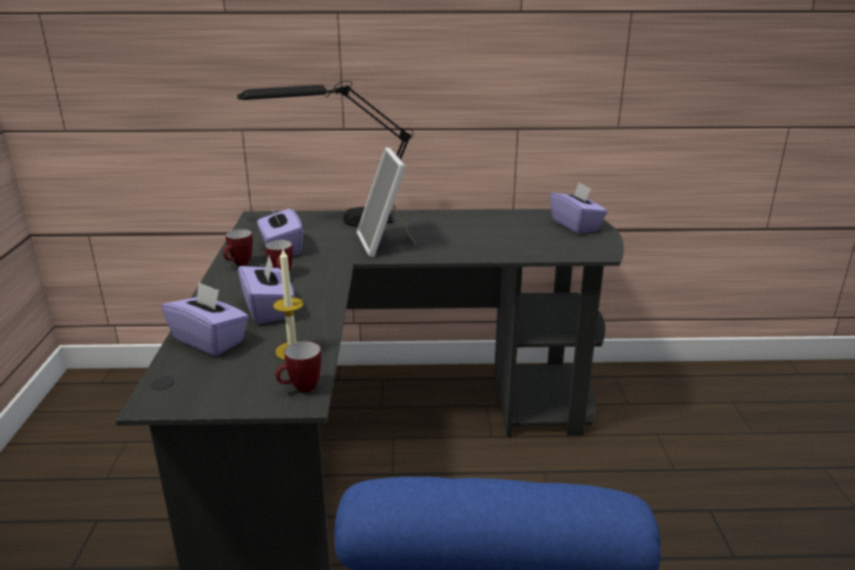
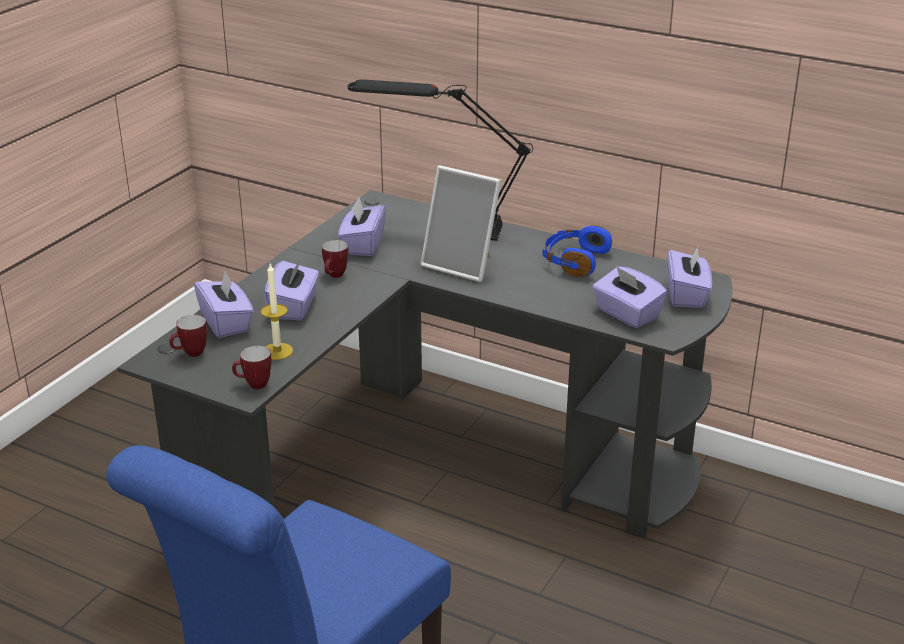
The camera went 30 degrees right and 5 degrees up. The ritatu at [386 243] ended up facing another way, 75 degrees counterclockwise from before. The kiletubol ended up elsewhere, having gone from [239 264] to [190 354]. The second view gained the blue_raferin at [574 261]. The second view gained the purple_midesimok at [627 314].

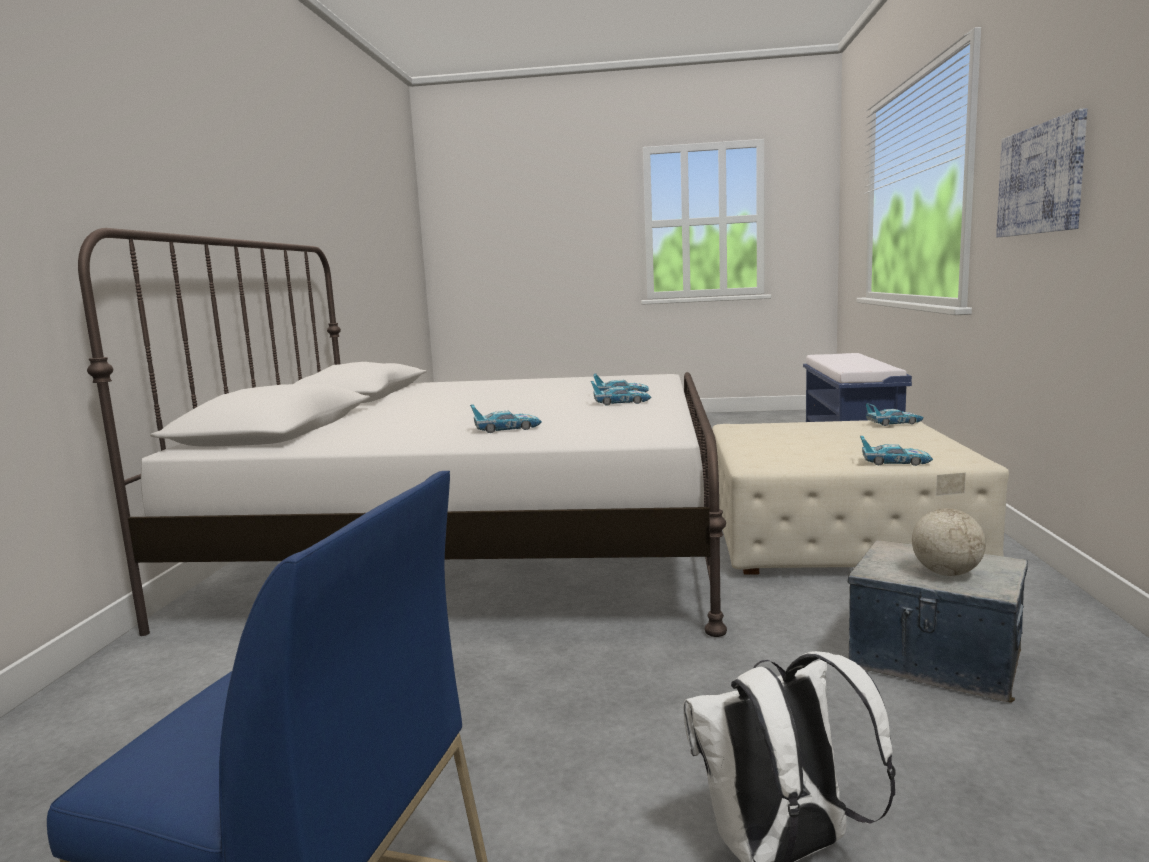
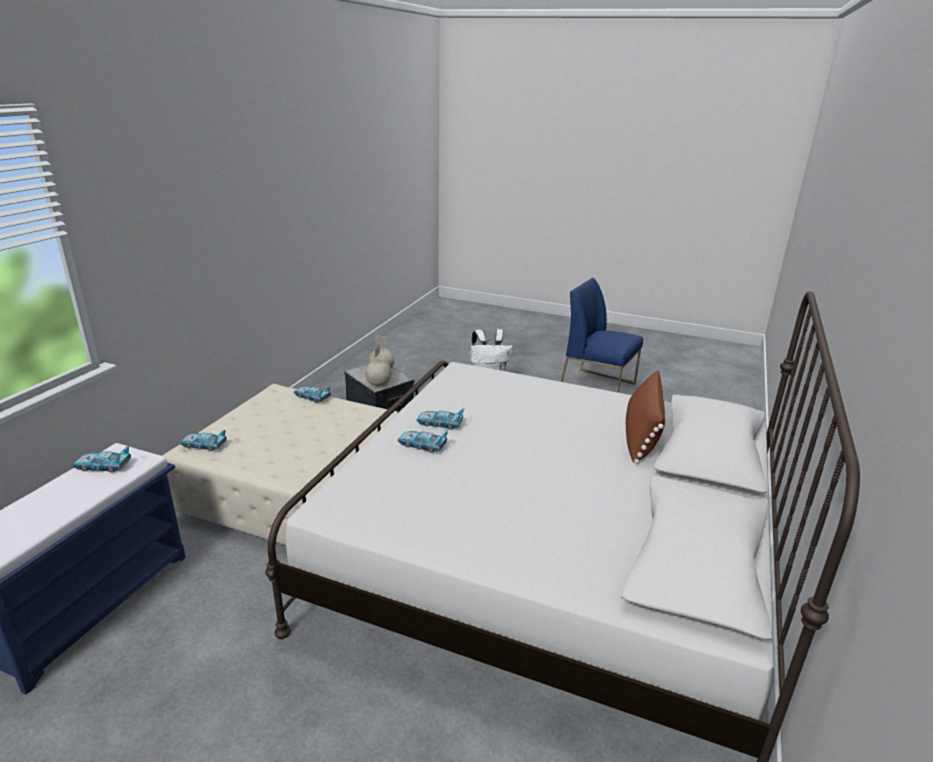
The camera went 165 degrees left and 15 degrees up. The second view lost the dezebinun at [1041 179]. The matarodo ended up elsewhere, having gone from [507 429] to [103 466]. The second view gained the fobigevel at [378 384]. The second view gained the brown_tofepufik at [641 435].

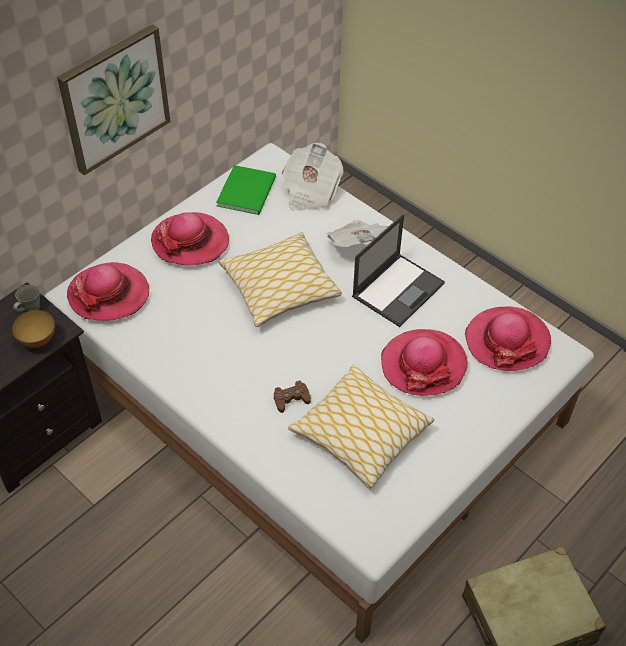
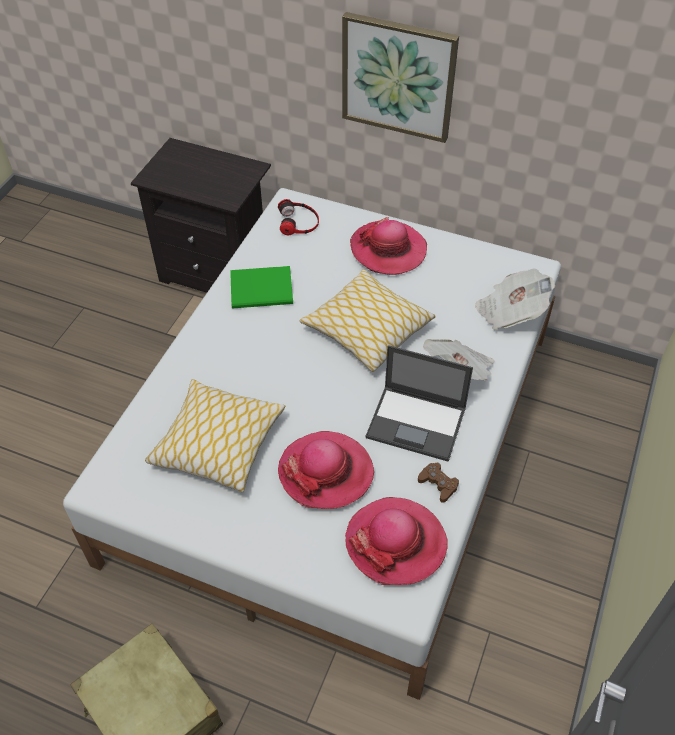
The camera went 70 degrees right and 0 degrees up. The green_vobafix ended up elsewhere, having gone from [248 190] to [263 290]. Where the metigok stood at [109 294], the raferin came to stand at [299 222]. The second view lost the grey_kiletubol at [30 308]. The second view lost the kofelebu at [38 340]. The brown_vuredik ended up elsewhere, having gone from [291 399] to [438 484].

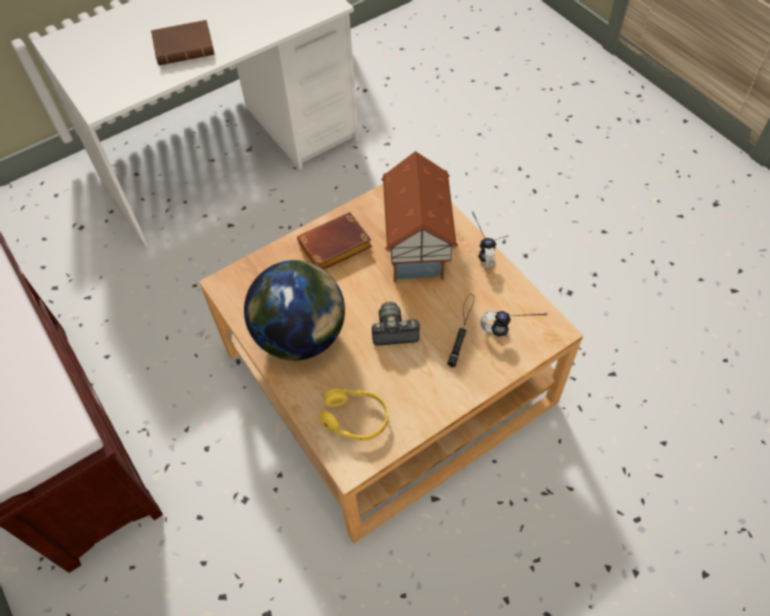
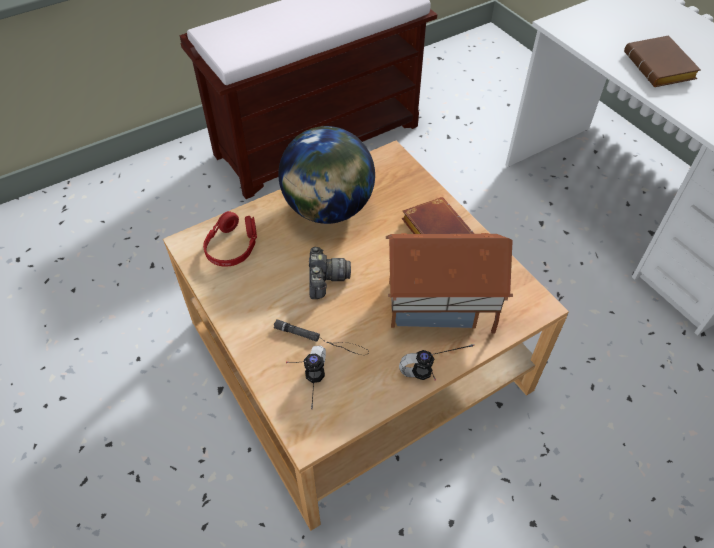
The camera went 90 degrees right and 5 degrees down. What was the yellow_raferin at [354 419] turned into the red_raferin at [232 246].

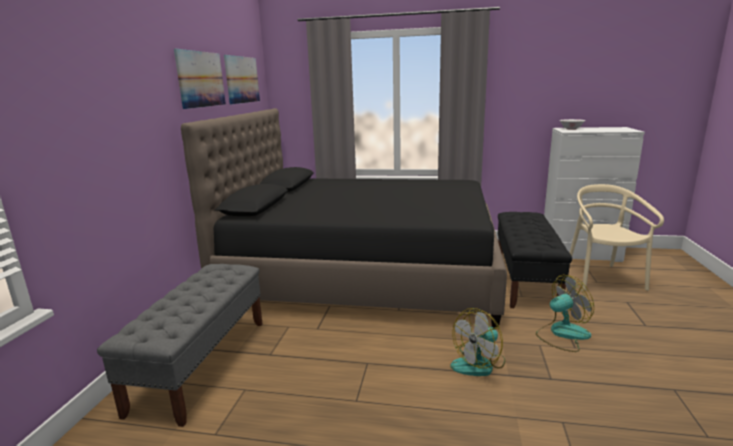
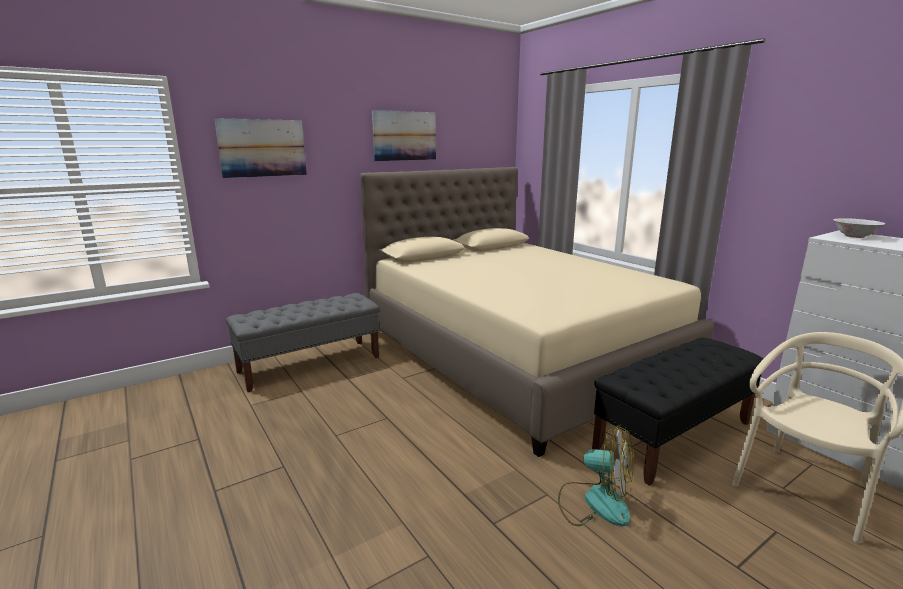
The camera went 45 degrees right and 0 degrees up. The dezebinun ended up elsewhere, having gone from [242 79] to [262 148]. What was the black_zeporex at [365 272] turned into the beige_zeporex at [518 354]. The second view lost the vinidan at [479 363].

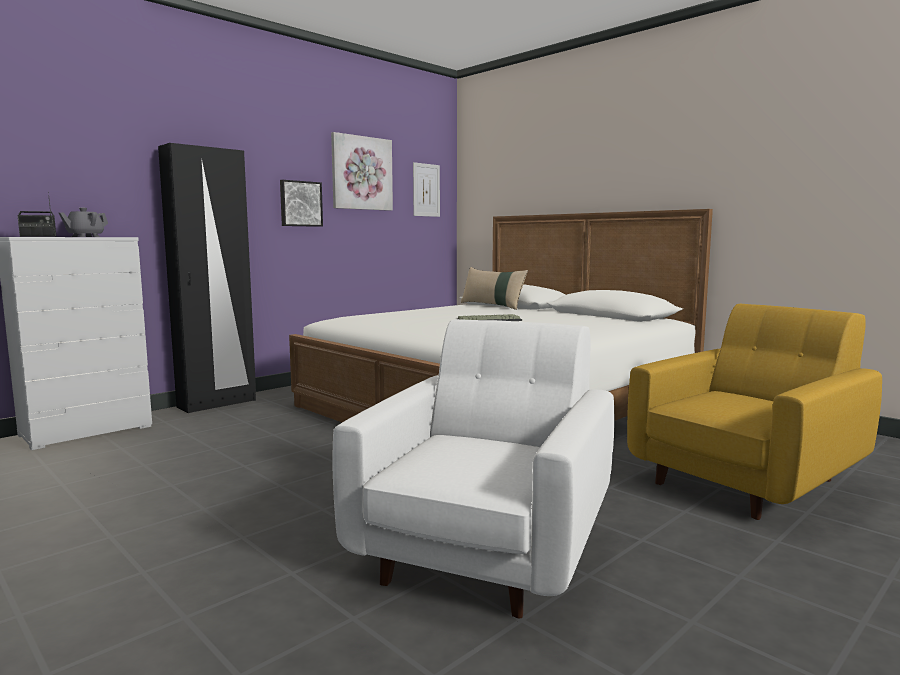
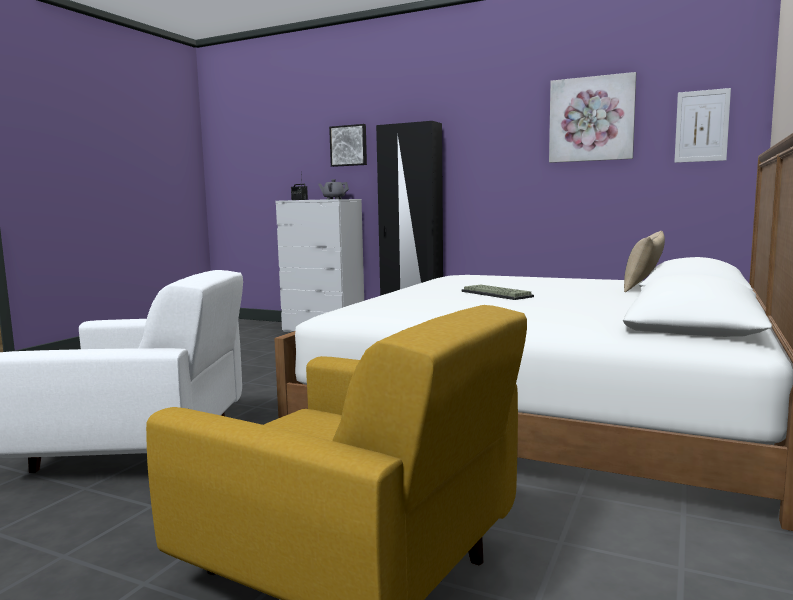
The camera went 70 degrees right and 0 degrees up. The dezebinun ended up elsewhere, having gone from [300 203] to [349 145].

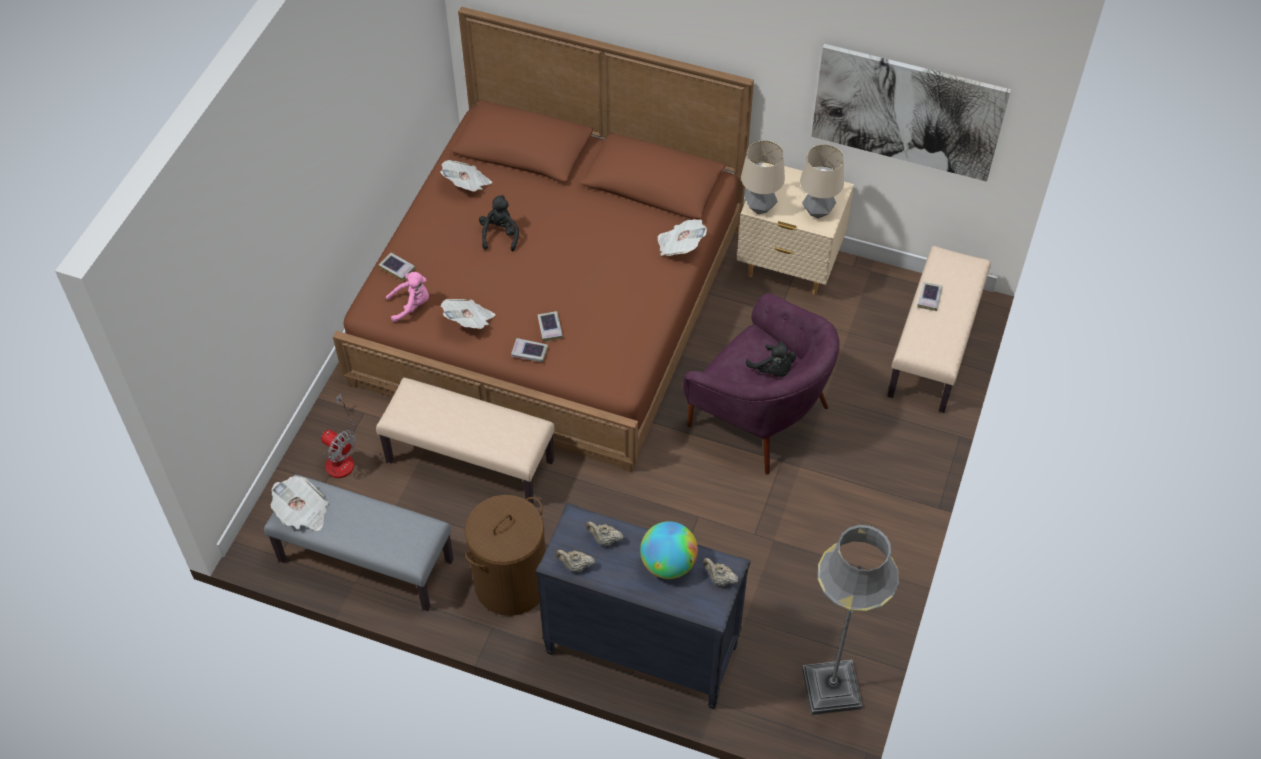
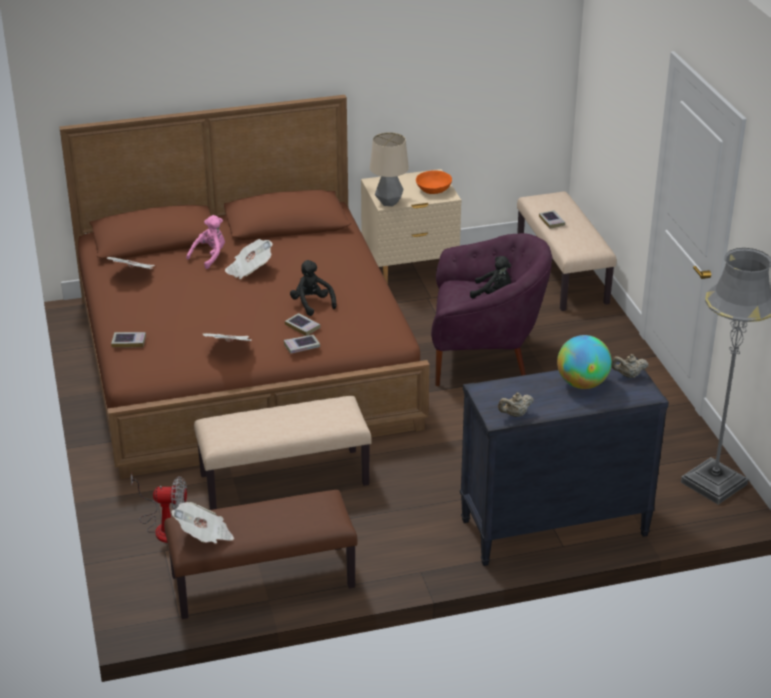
The camera went 35 degrees left and 20 degrees down. The second view lost the dezebinun at [907 111]. Where the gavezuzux stood at [817 211], the orange_kofelebu came to stand at [433 190]. The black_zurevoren ended up elsewhere, having gone from [500 235] to [312 304]. The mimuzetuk ended up elsewhere, having gone from [680 246] to [249 270]. The pink_zurevoren ended up elsewhere, having gone from [411 305] to [210 256]. What was the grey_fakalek at [365 561] turned into the brown_fakalek at [262 583]. The second view lost the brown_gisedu at [511 583]. The second view lost the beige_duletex at [604 539].

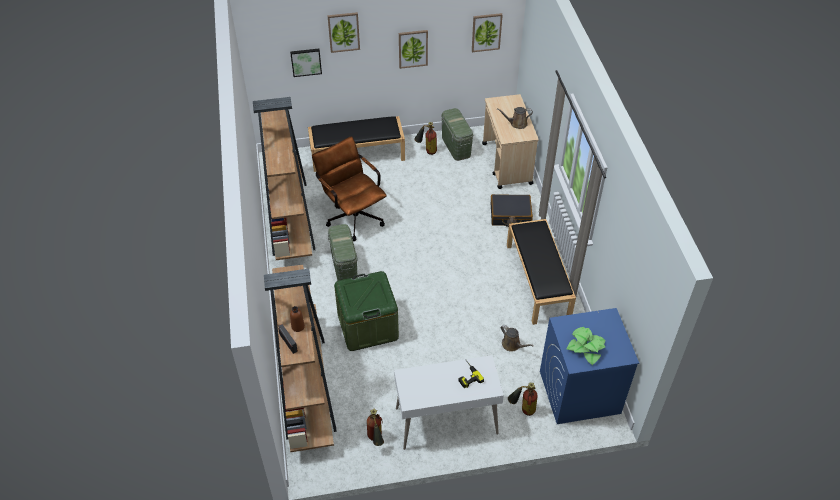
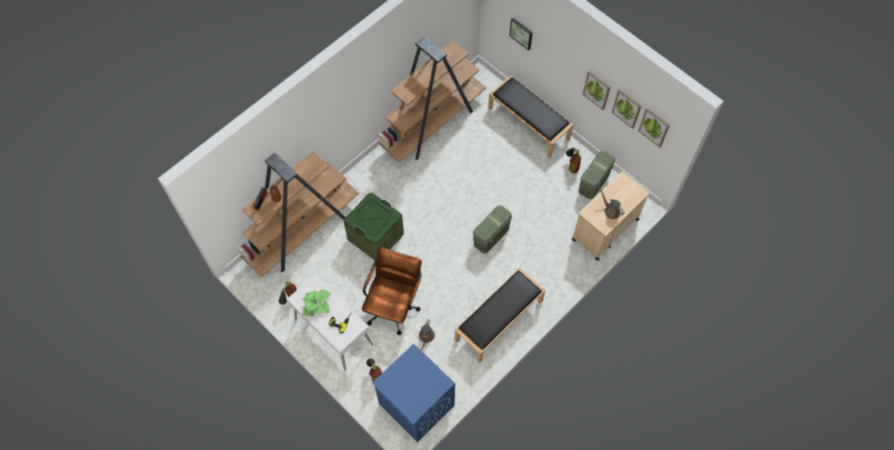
The camera went 55 degrees right and 15 degrees up. The dezebinun ended up elsewhere, having gone from [343 32] to [627 108]. The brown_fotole ended up elsewhere, having gone from [352 215] to [394 305]. The second view lost the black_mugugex at [510 215]. The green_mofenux ended up elsewhere, having gone from [344 266] to [491 236]. The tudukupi ended up elsewhere, having gone from [586 347] to [316 304].

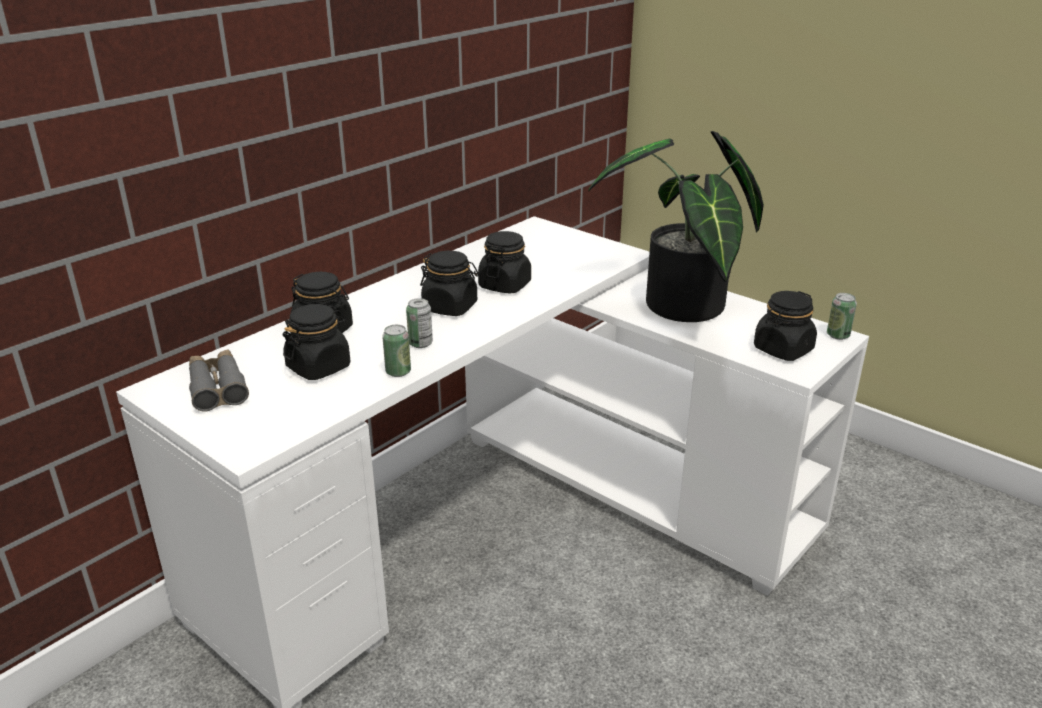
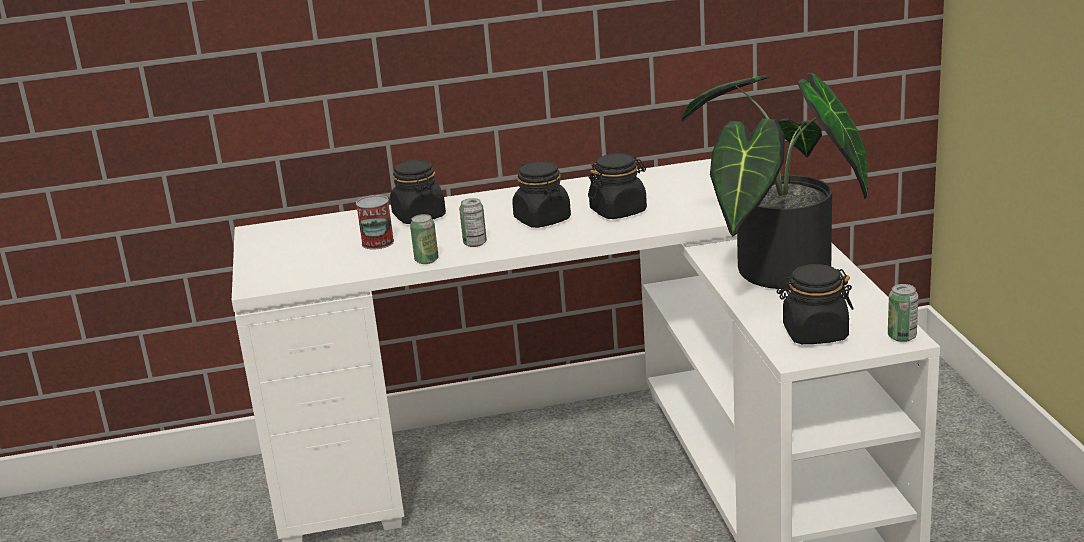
The camera went 40 degrees right and 5 degrees down. Where the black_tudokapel stood at [319 367], the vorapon came to stand at [378 243]. The second view lost the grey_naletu at [217 387].

